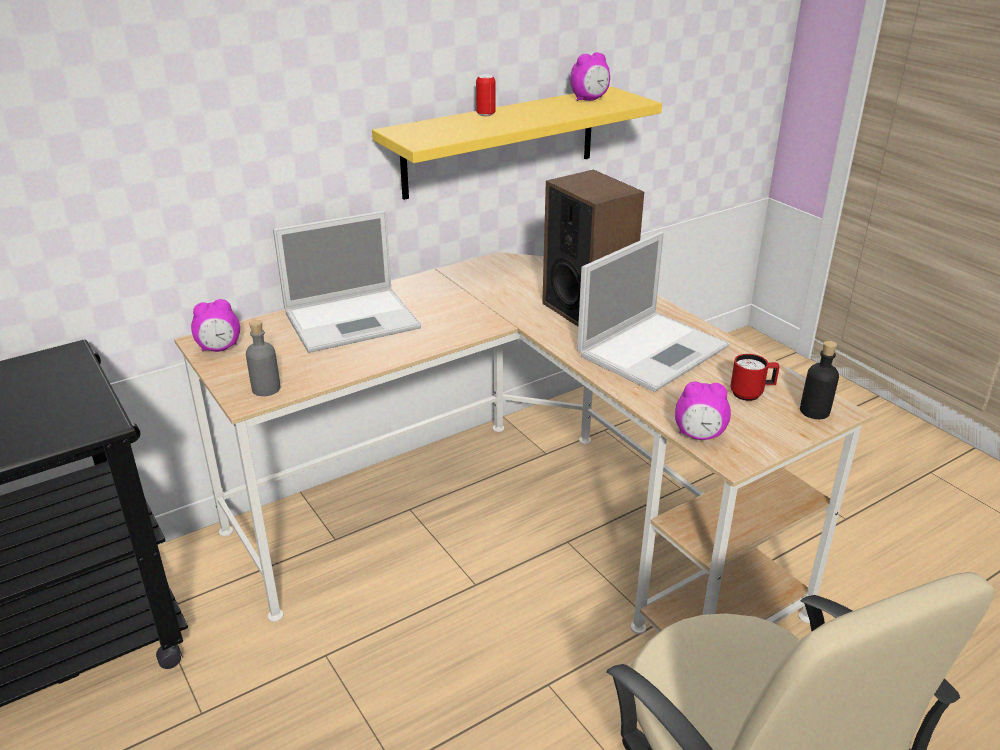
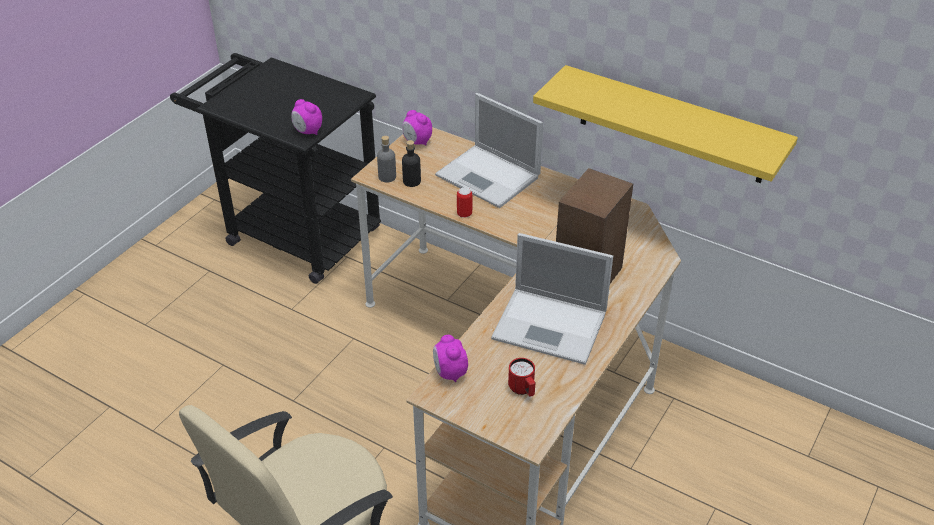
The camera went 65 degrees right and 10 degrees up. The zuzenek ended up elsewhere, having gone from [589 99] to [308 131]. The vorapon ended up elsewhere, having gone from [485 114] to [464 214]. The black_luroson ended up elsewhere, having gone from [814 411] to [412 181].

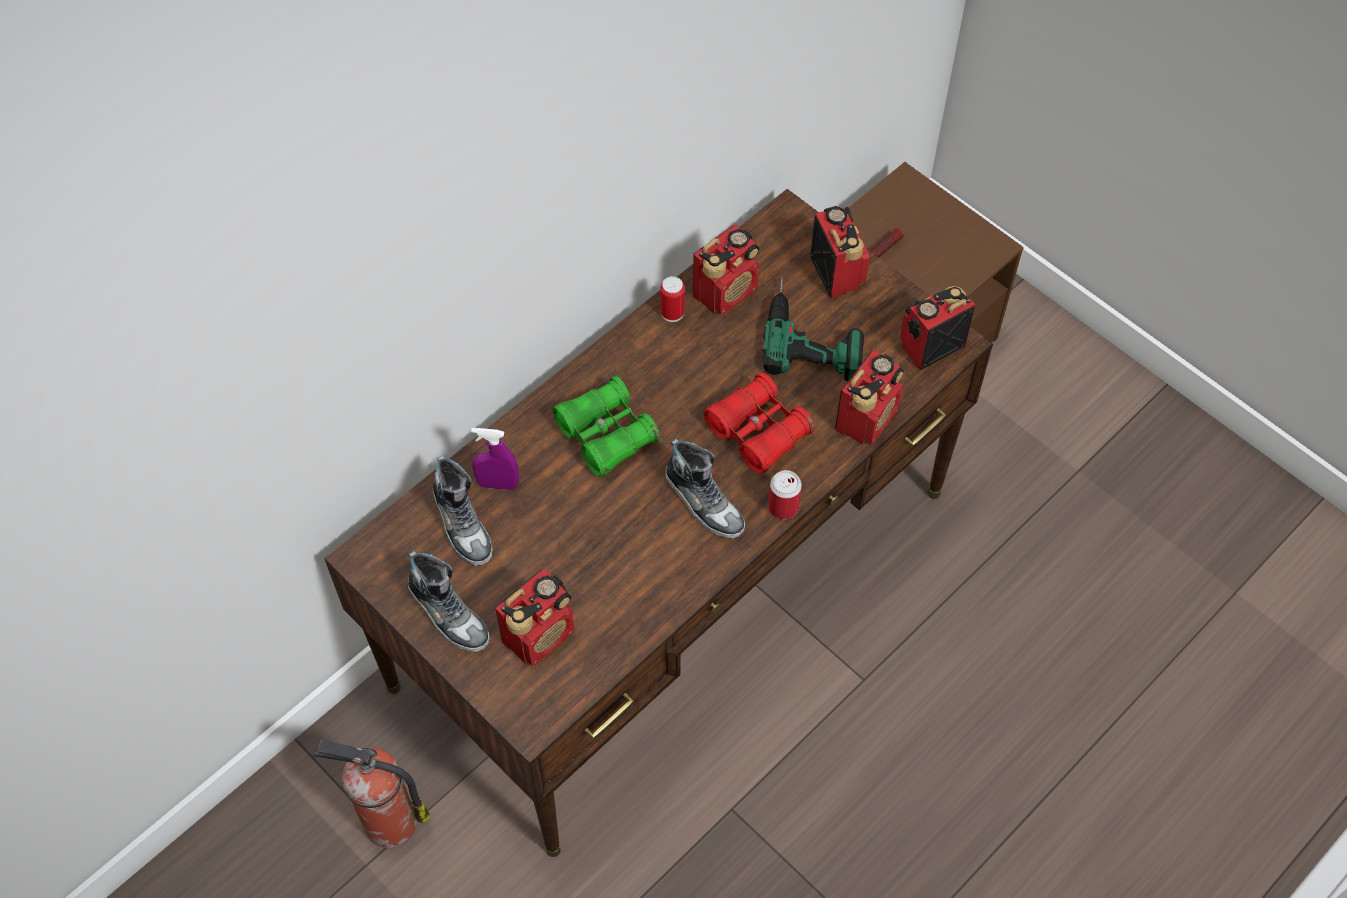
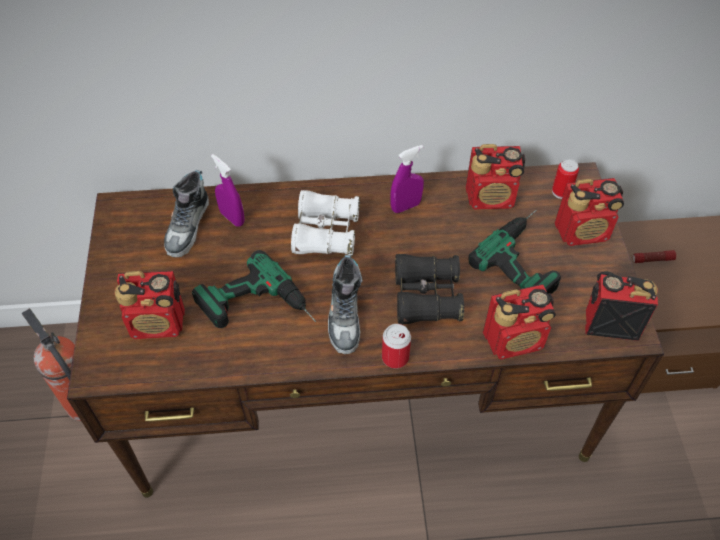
The camera went 40 degrees right and 5 degrees down. The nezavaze at [836 271] ended up facing another way, 60 degrees clockwise from before. The vorapon ended up elsewhere, having gone from [672 312] to [561 192]. What was the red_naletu at [758 432] turned into the black_naletu at [426 297]. What was the green_naletu at [606 435] turned into the white_naletu at [326 233]. The second view lost the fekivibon at [449 613]. The second view gained the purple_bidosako at [405 206]. The second view gained the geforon at [259 310].

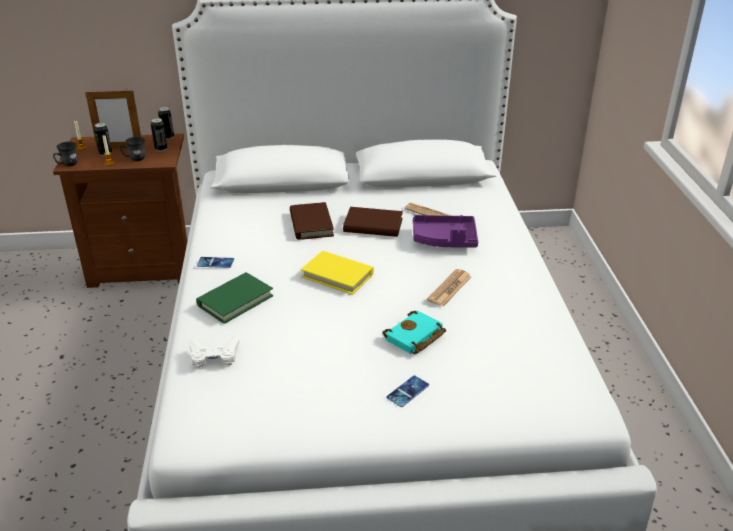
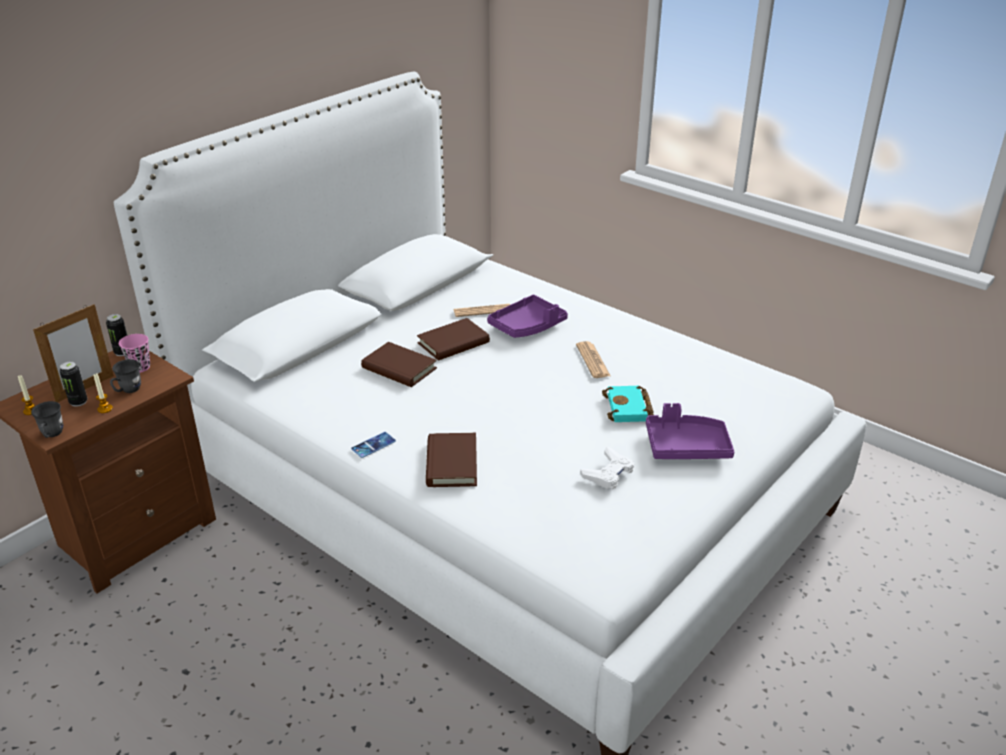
The camera went 45 degrees left and 0 degrees up. Where the vorapon stood at [161 149], the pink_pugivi came to stand at [140 367]. The second view lost the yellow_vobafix at [337 275]. What was the green_vobafix at [235 300] turned into the brown_vobafix at [451 463]. The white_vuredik ended up elsewhere, having gone from [214 356] to [608 473]. Where the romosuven stood at [407 391], the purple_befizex came to stand at [686 446].

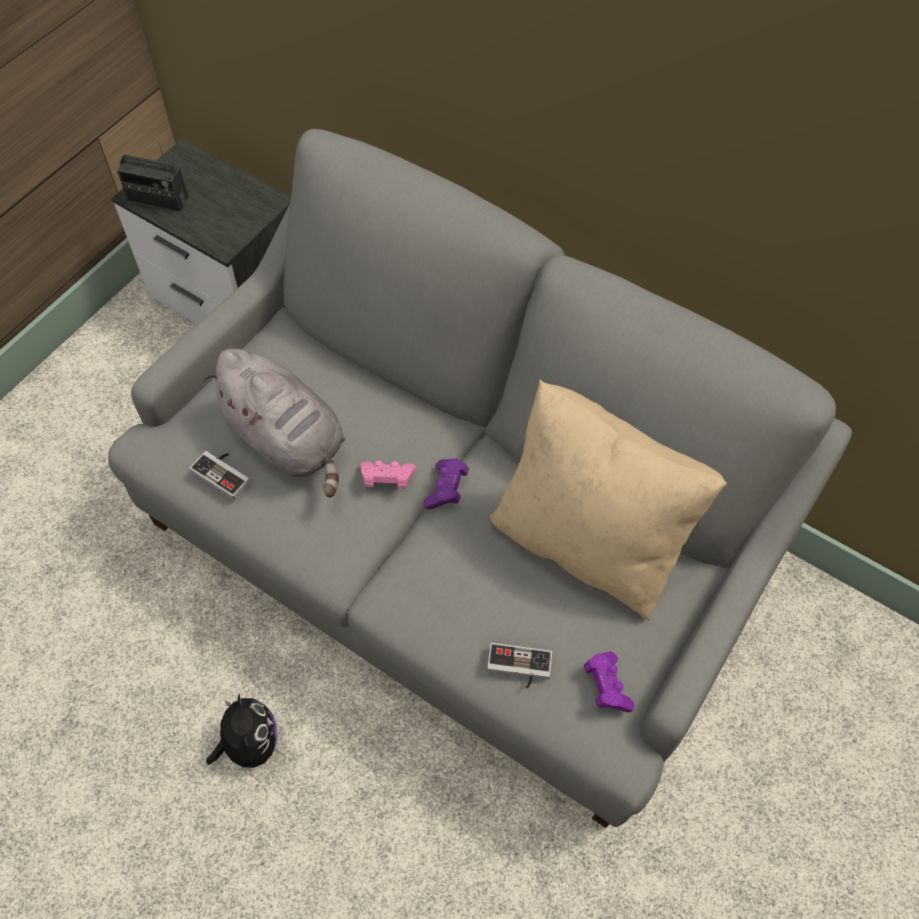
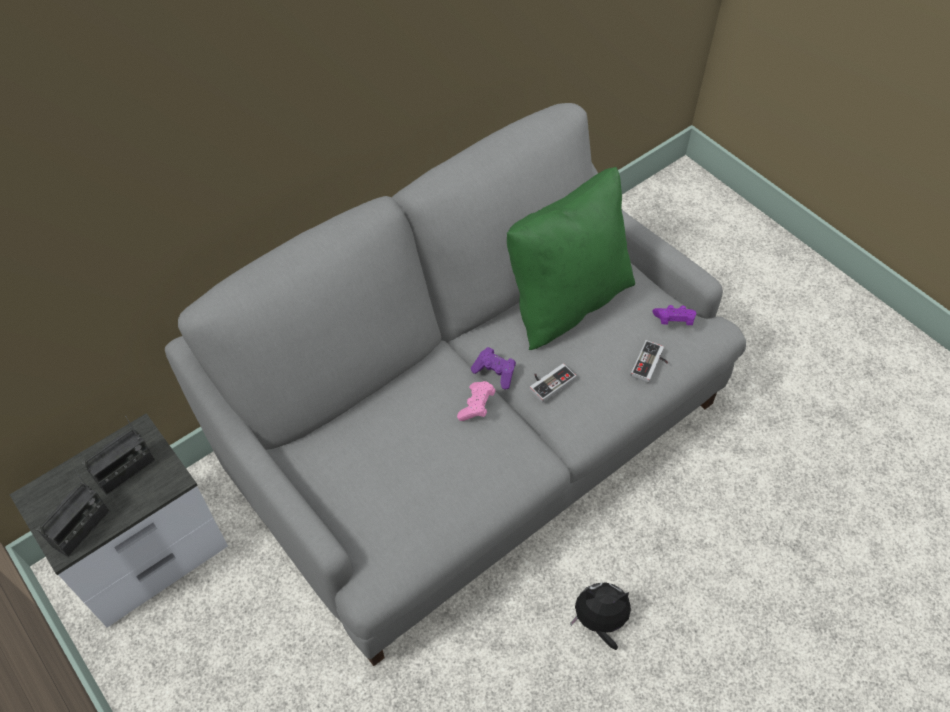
The camera went 70 degrees left and 5 degrees down. The second view lost the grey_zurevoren at [287 440]. What was the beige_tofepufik at [586 541] turned into the green_tofepufik at [566 300]. The vuredik ended up elsewhere, having gone from [224 473] to [549 381]. The second view gained the nezavaze at [125 471].

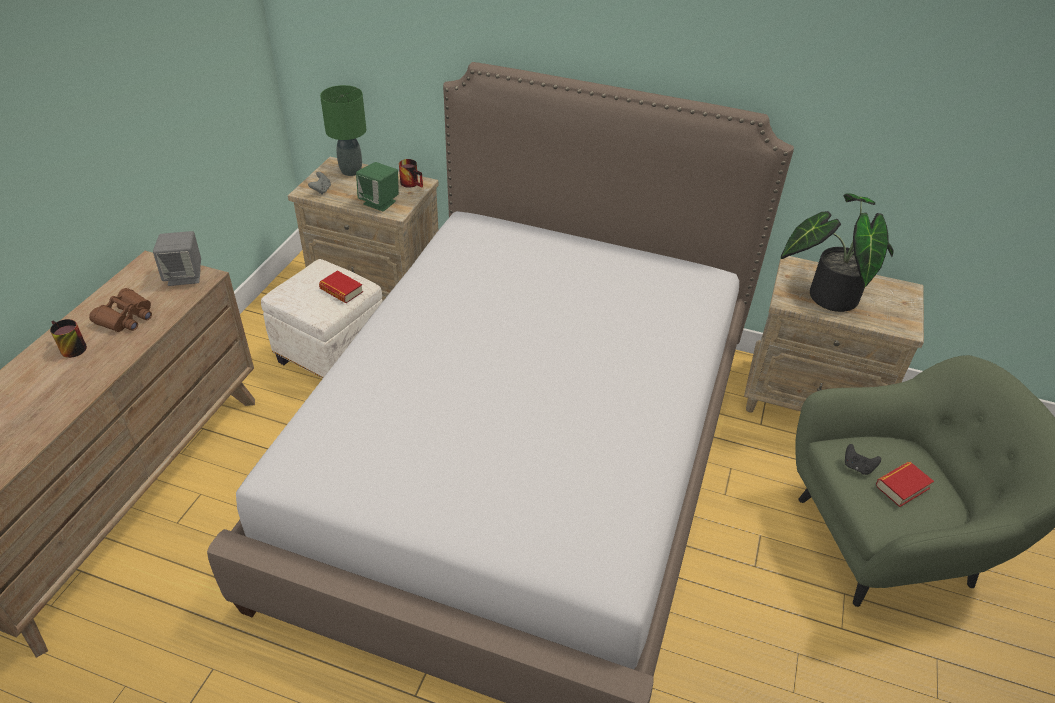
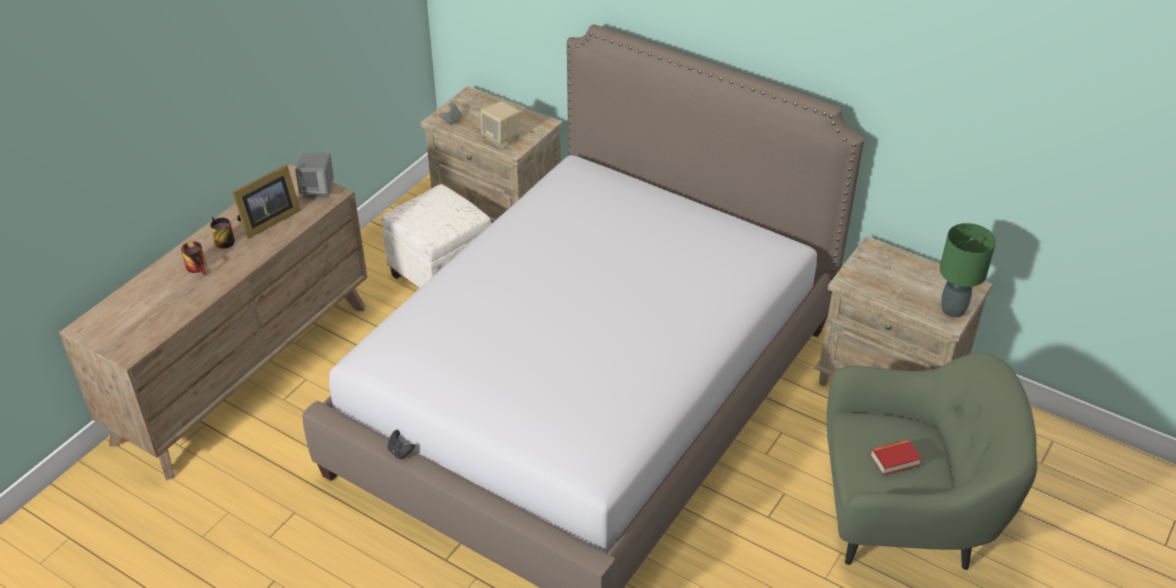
The camera went 15 degrees right and 0 degrees up. The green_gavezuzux ended up elsewhere, having gone from [351 171] to [953 309]. The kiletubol ended up elsewhere, having gone from [412 183] to [199 267]. What was the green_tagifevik at [380 202] turned into the beige_tagifevik at [501 139]. The second view lost the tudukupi at [827 295]. The second view lost the vobafix at [341 290]. Where the brown_naletu stood at [126 318], the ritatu came to stand at [267 221]. The black_vuredik ended up elsewhere, having gone from [857 467] to [400 452].

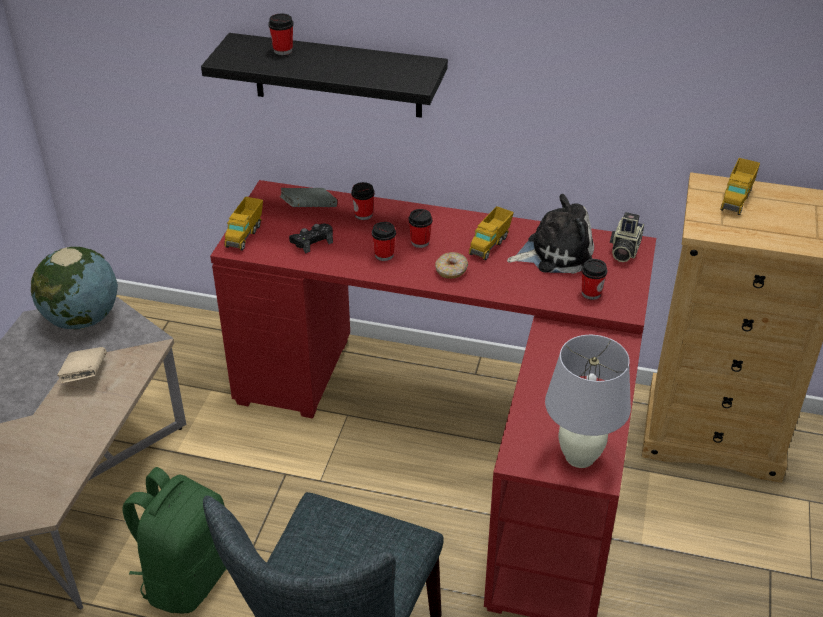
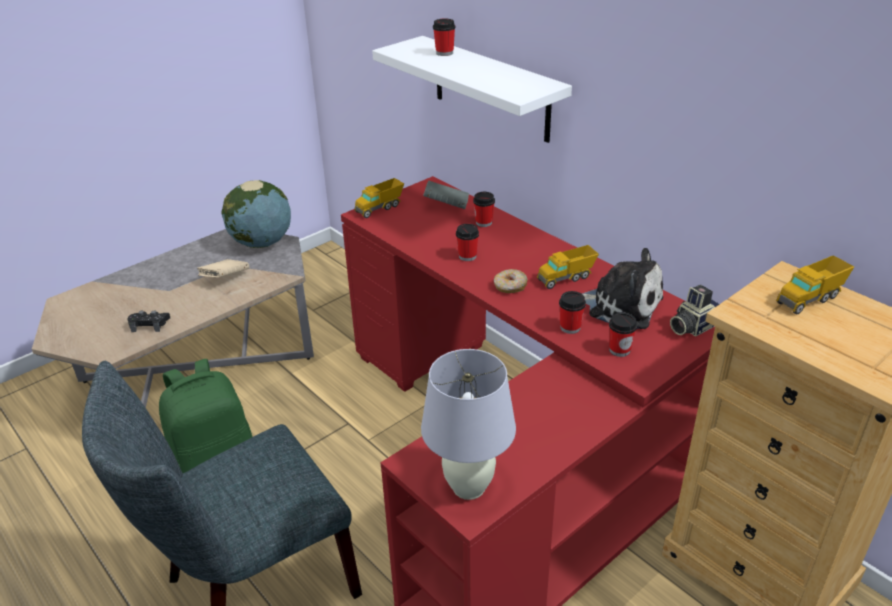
The camera went 35 degrees right and 5 degrees down. What was the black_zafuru at [337 76] turned into the white_zafuru at [491 89]. The pugivi ended up elsewhere, having gone from [420 242] to [570 327]. The black_vuredik ended up elsewhere, having gone from [312 241] to [149 324].

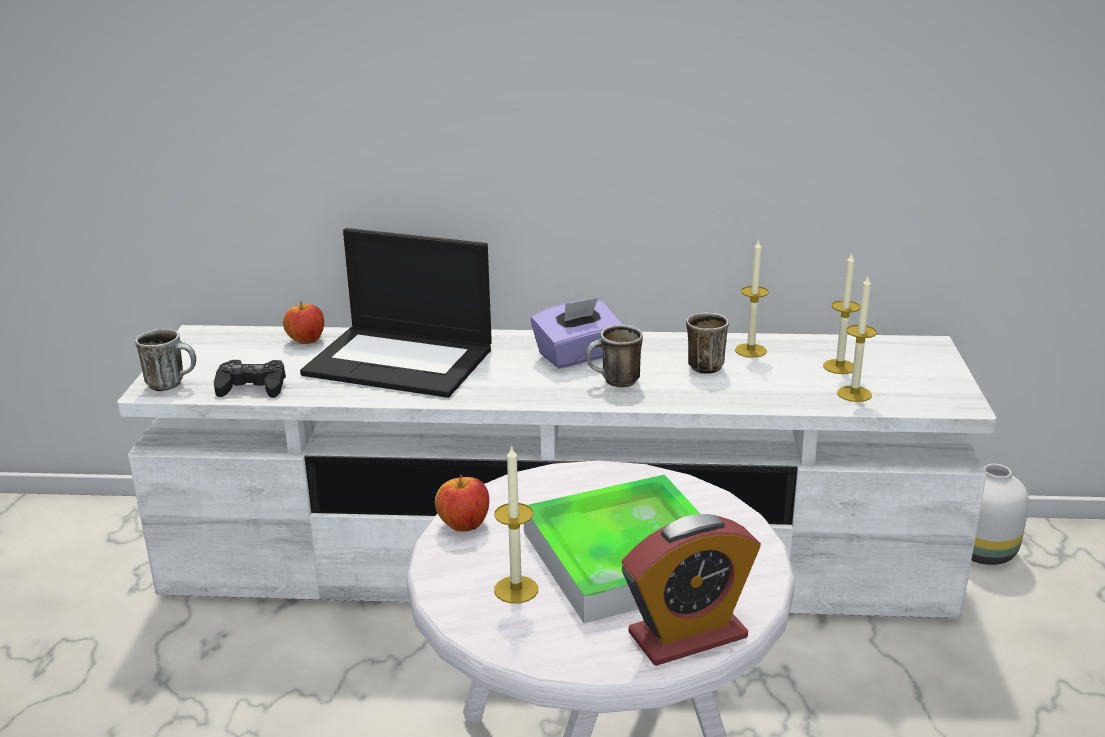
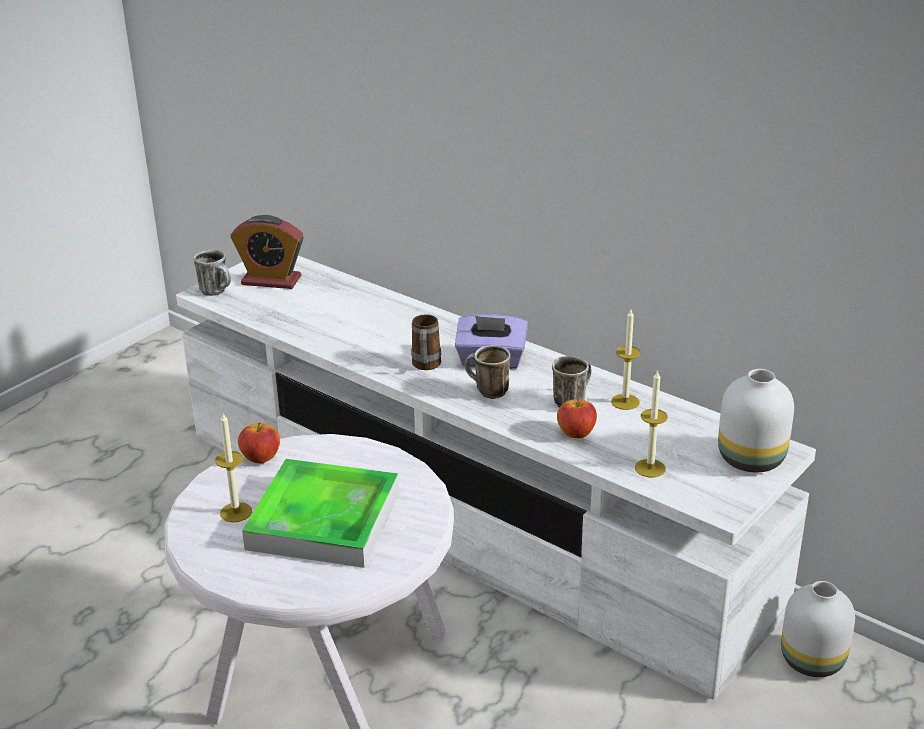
The camera went 35 degrees right and 5 degrees up. The second view lost the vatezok at [402 361]. The second view lost the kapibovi at [839 367]. The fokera ended up elsewhere, having gone from [306 341] to [576 433]. The second view lost the black_vuredik at [252 387]. The zuzenek ended up elsewhere, having gone from [687 635] to [271 280]. The second view gained the kiletubol at [425 366]. The second view gained the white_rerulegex at [749 459].

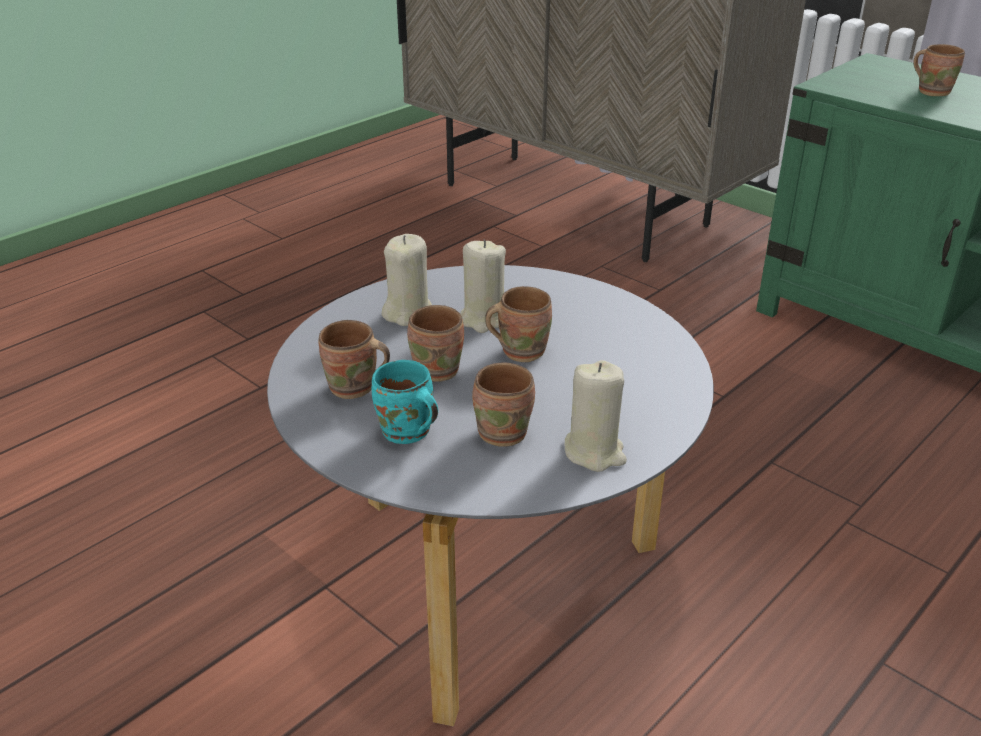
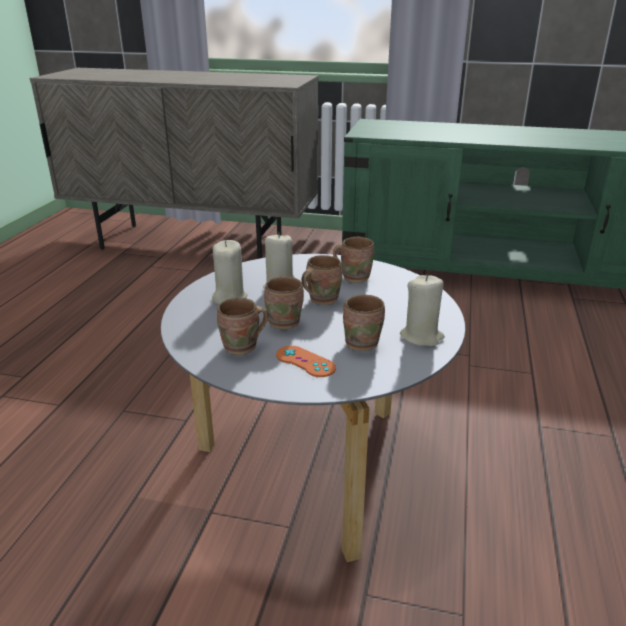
The camera went 30 degrees left and 5 degrees down. The brown_kiletubol ended up elsewhere, having gone from [932 91] to [354 277]. Where the turquoise_kiletubol stood at [406 434], the orange_vuredik came to stand at [305 361].

